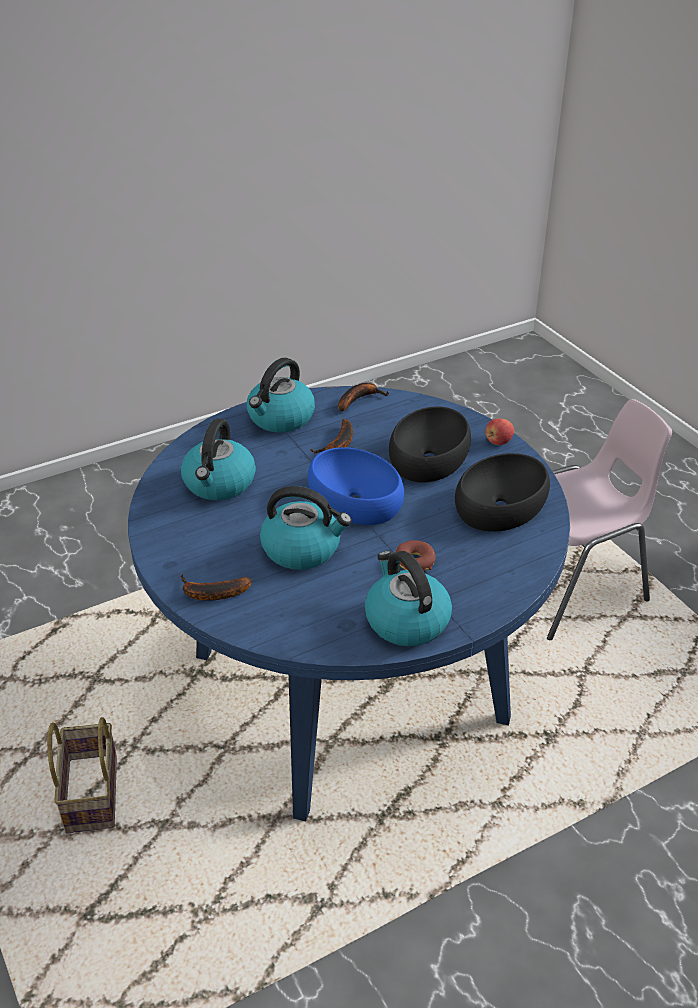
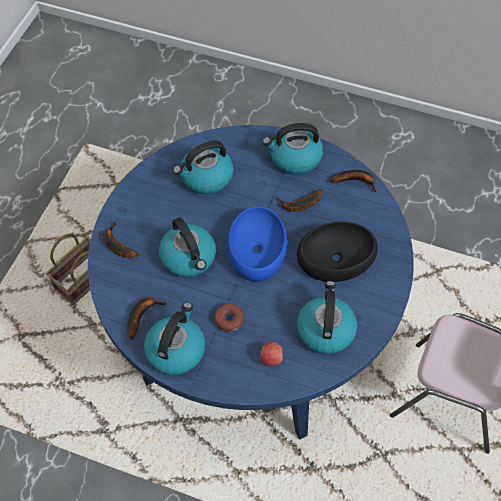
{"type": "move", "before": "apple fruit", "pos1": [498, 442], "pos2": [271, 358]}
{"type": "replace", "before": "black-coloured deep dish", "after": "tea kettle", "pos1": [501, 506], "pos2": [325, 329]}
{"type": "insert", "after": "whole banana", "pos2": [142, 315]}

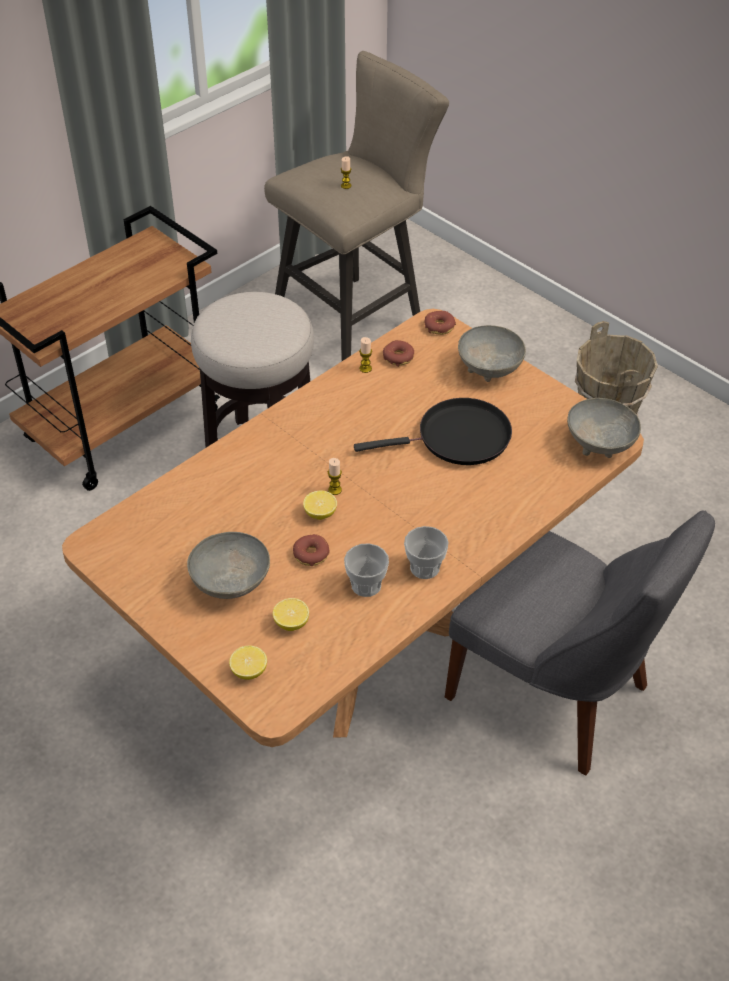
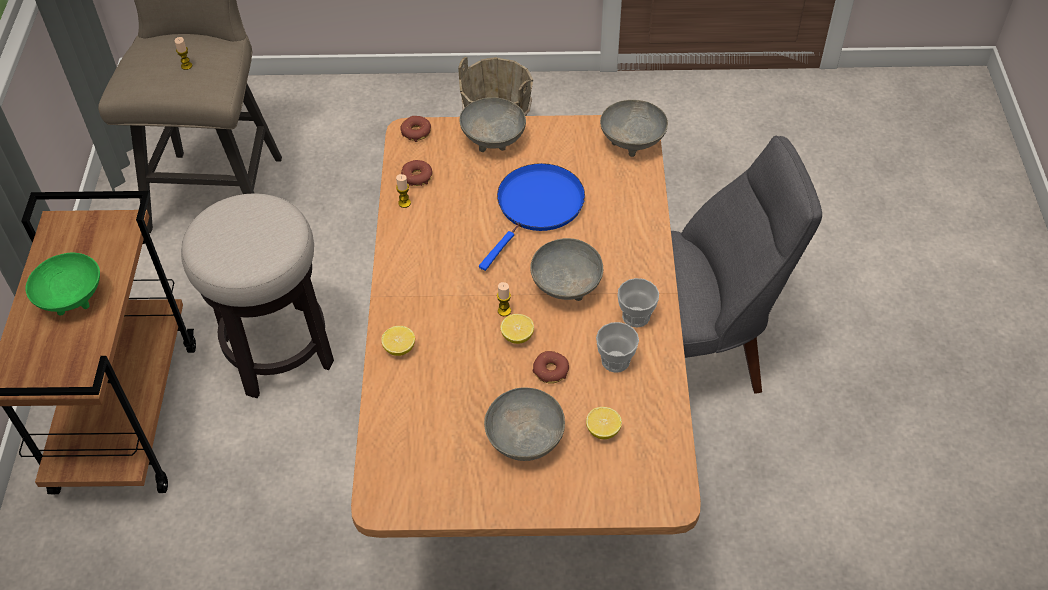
{"type": "recolor", "before": "black-coloured frying pan", "after": "bluish frying pan", "pos1": [457, 438], "pos2": [537, 207]}
{"type": "move", "before": "whole lemon", "pos1": [249, 671], "pos2": [399, 348]}
{"type": "insert", "after": "grey deep dish", "pos2": [565, 285]}
{"type": "insert", "after": "green-coloured deep dish", "pos2": [73, 298]}

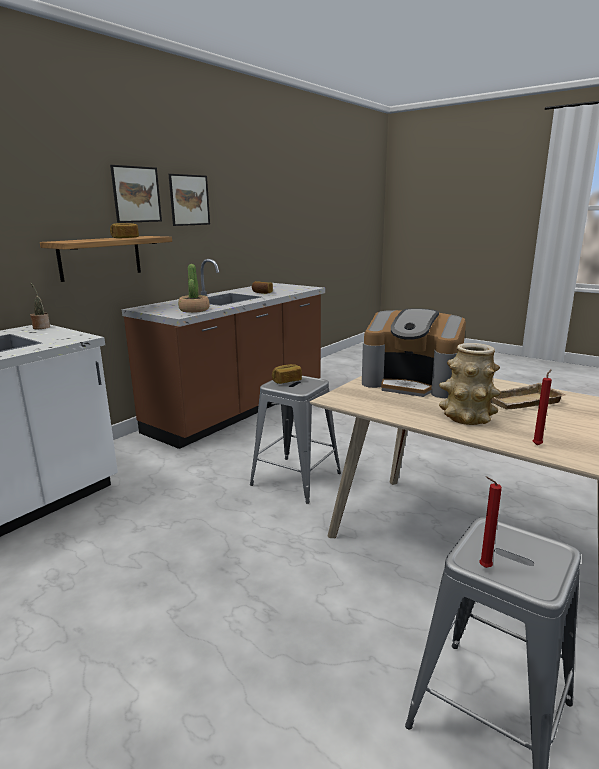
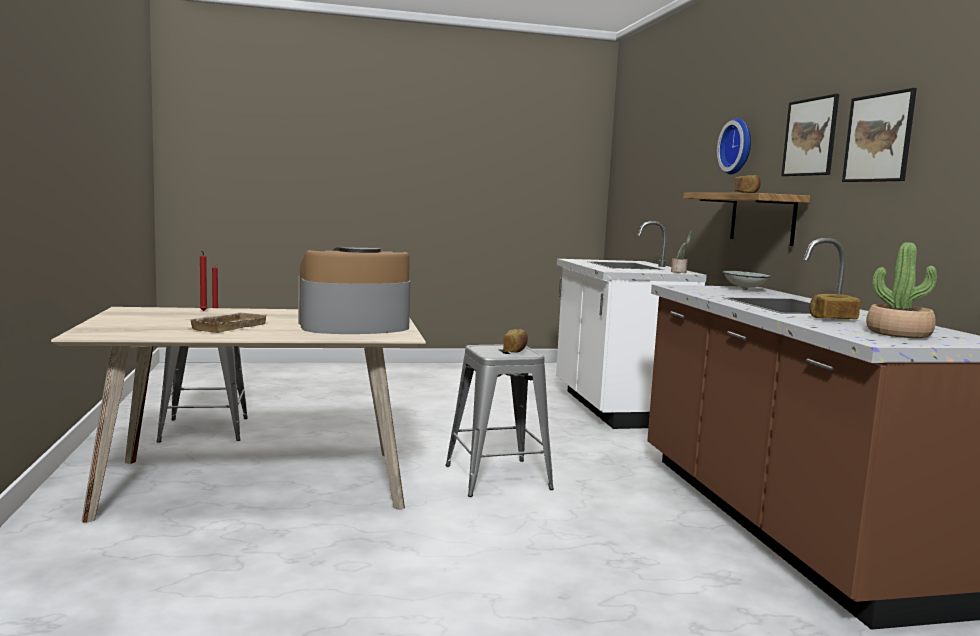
{"type": "move", "before": "houseplant", "pos1": [194, 310], "pos2": [898, 334]}
{"type": "delete", "before": "decorative vase", "pos1": [466, 417]}
{"type": "insert", "after": "wall clock", "pos2": [738, 146]}
{"type": "insert", "after": "deep dish", "pos2": [744, 289]}

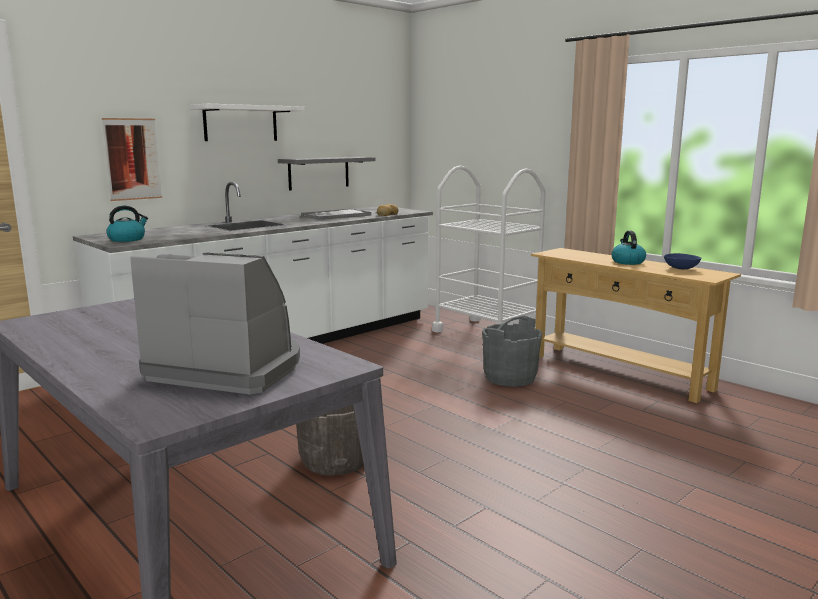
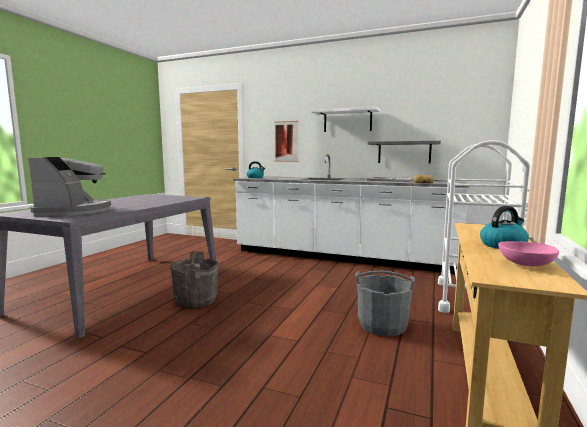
{"type": "recolor", "before": "bluish deep dish", "after": "pinkish deep dish", "pos1": [680, 269], "pos2": [525, 264]}

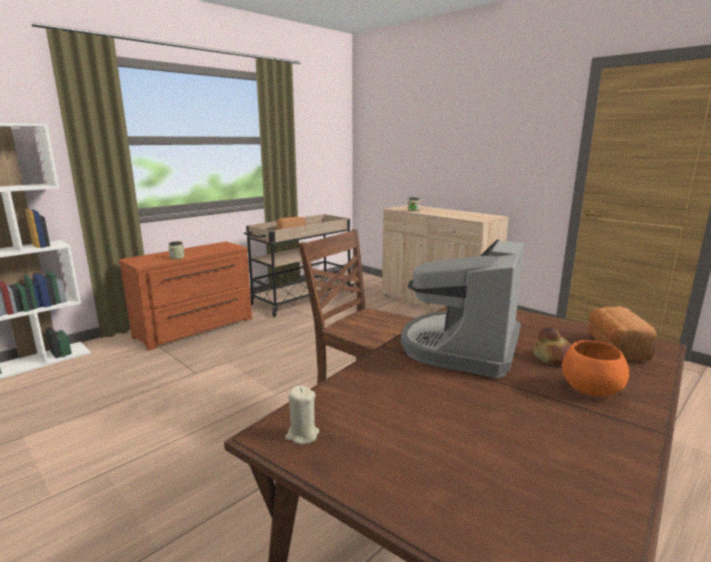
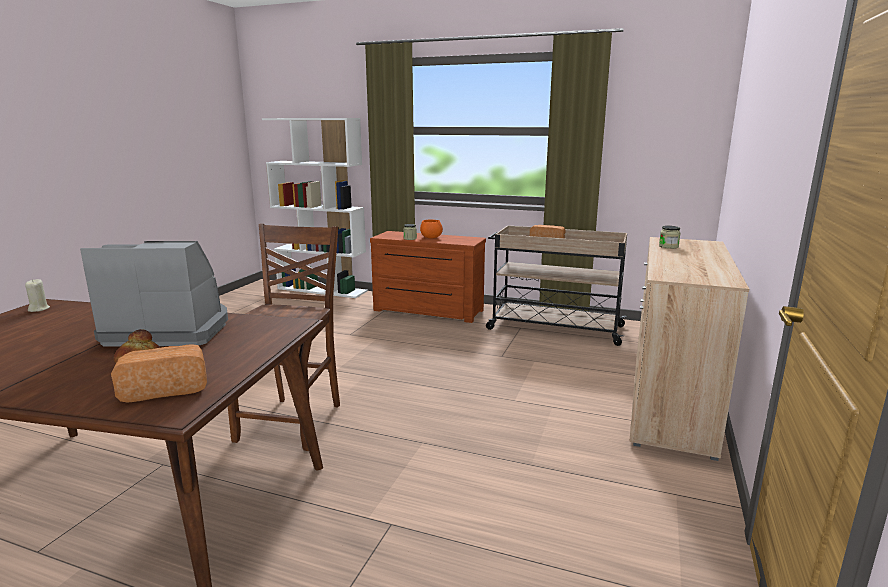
{"type": "move", "before": "orangey deep dish", "pos1": [590, 390], "pos2": [431, 237]}

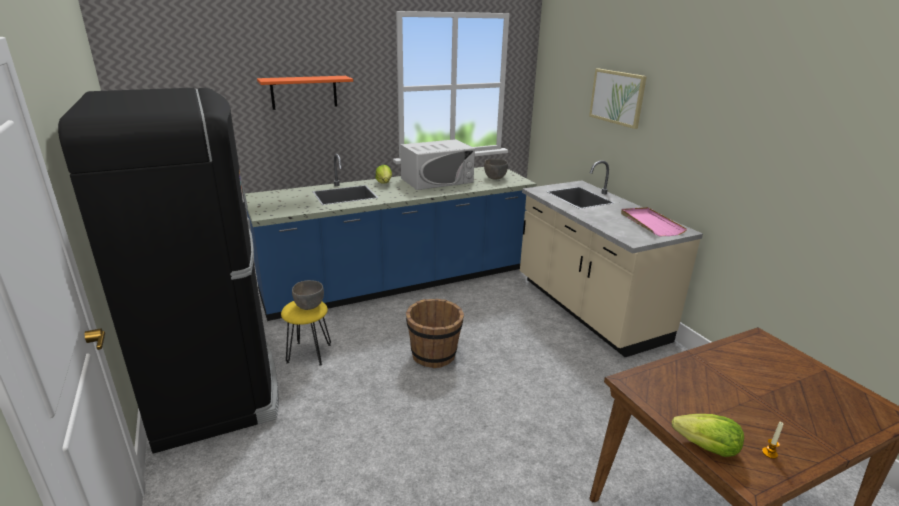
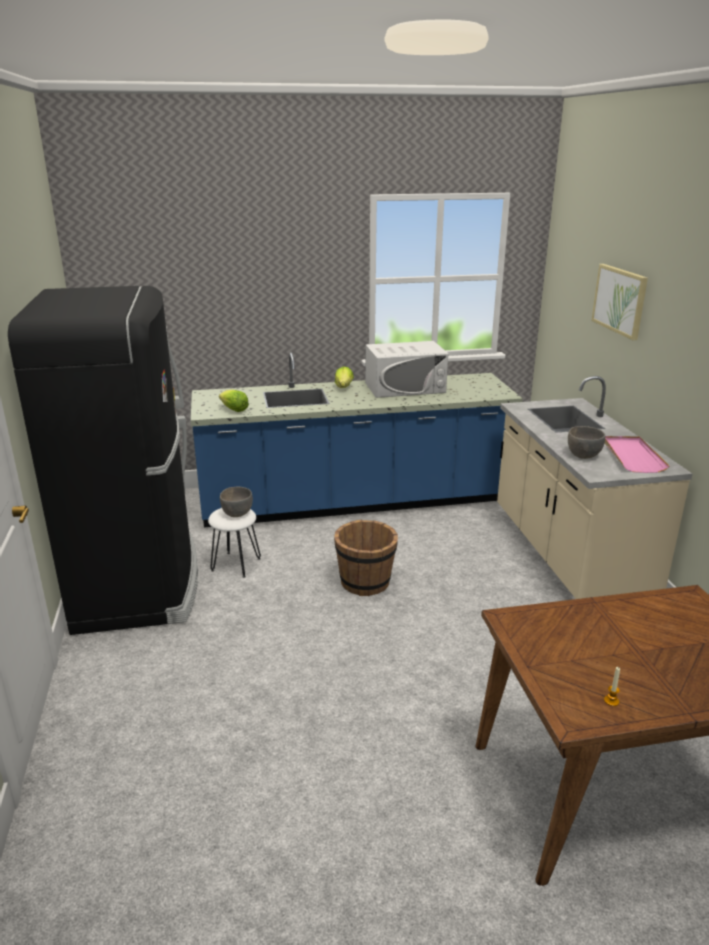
{"type": "delete", "before": "orangey shelf", "pos1": [304, 92]}
{"type": "move", "before": "grey deep dish", "pos1": [495, 178], "pos2": [583, 455]}
{"type": "recolor", "before": "yellow-coloured sitting stool", "after": "white-coloured sitting stool", "pos1": [309, 353], "pos2": [236, 564]}
{"type": "move", "before": "lettuce head", "pos1": [706, 448], "pos2": [234, 410]}

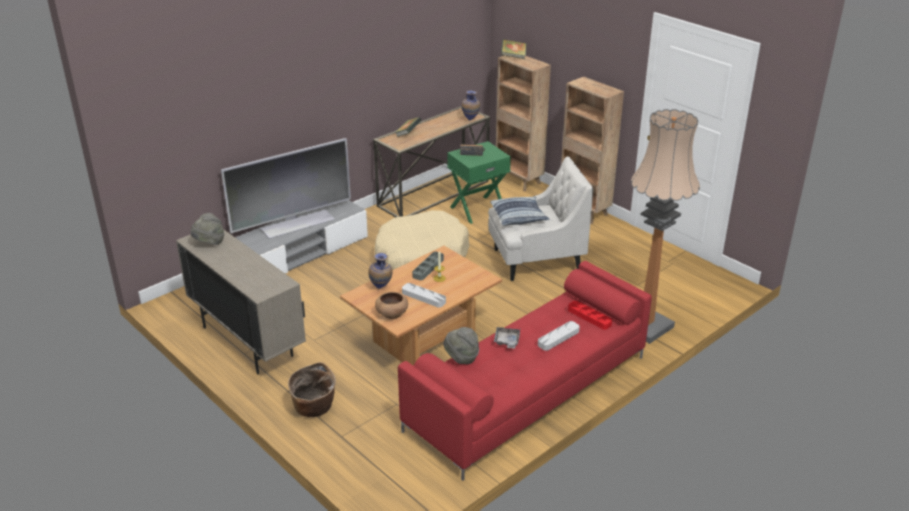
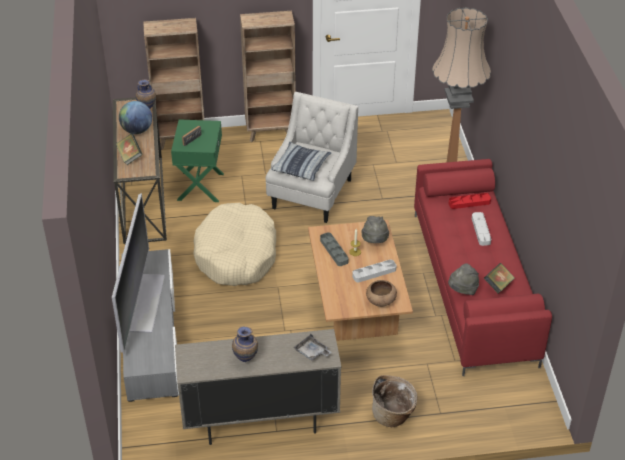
{"type": "move", "before": "volume", "pos1": [513, 57], "pos2": [498, 285]}
{"type": "move", "before": "grey wearable hat", "pos1": [209, 243], "pos2": [374, 241]}
{"type": "move", "before": "decorative vase", "pos1": [381, 287], "pos2": [246, 359]}
{"type": "move", "before": "grey carrying tray", "pos1": [507, 341], "pos2": [312, 352]}
{"type": "insert", "after": "desk globe", "pos2": [137, 130]}

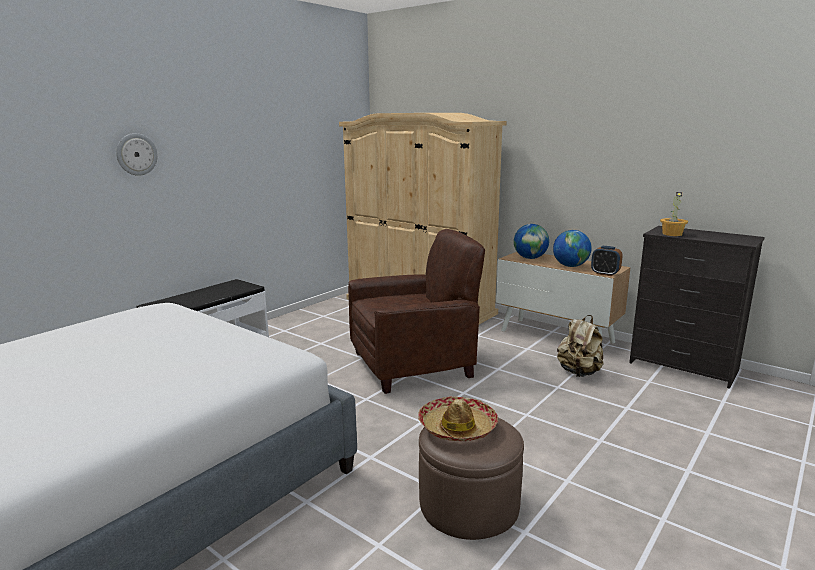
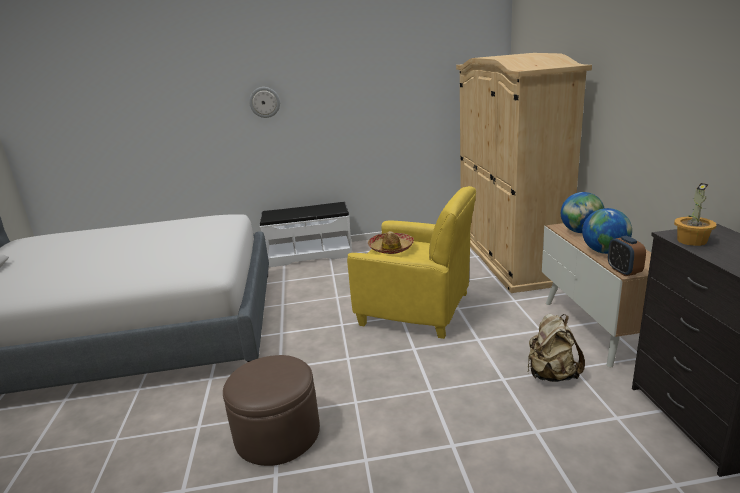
{"type": "recolor", "before": "brown lounge chair", "after": "yellow-coloured lounge chair", "pos1": [413, 364], "pos2": [417, 309]}
{"type": "move", "before": "wearable hat", "pos1": [457, 427], "pos2": [391, 248]}

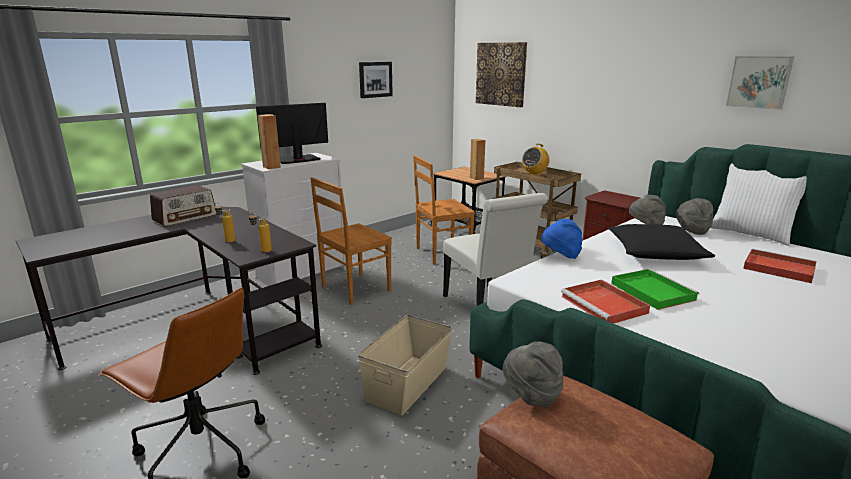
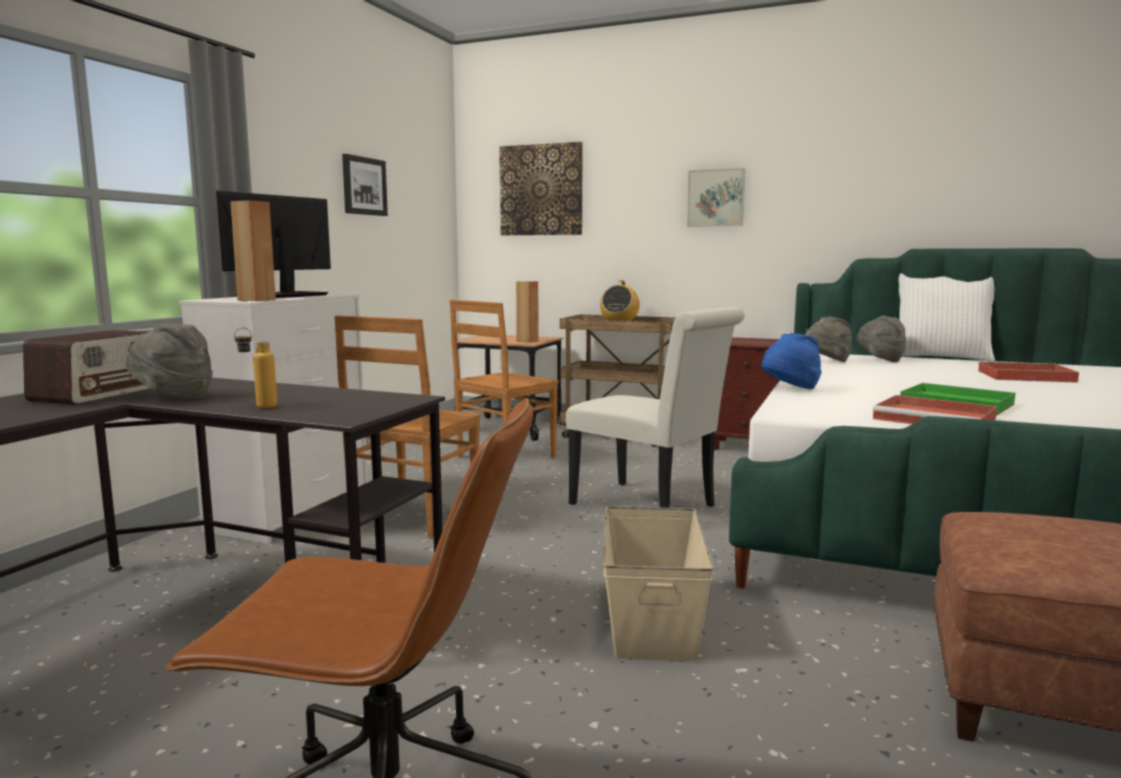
{"type": "move", "before": "wall art", "pos1": [759, 82], "pos2": [716, 198]}
{"type": "delete", "before": "beverage bottle", "pos1": [262, 251]}
{"type": "delete", "before": "black-coloured throw pillow", "pos1": [655, 252]}
{"type": "move", "before": "grey wearable hat", "pos1": [531, 395], "pos2": [173, 397]}

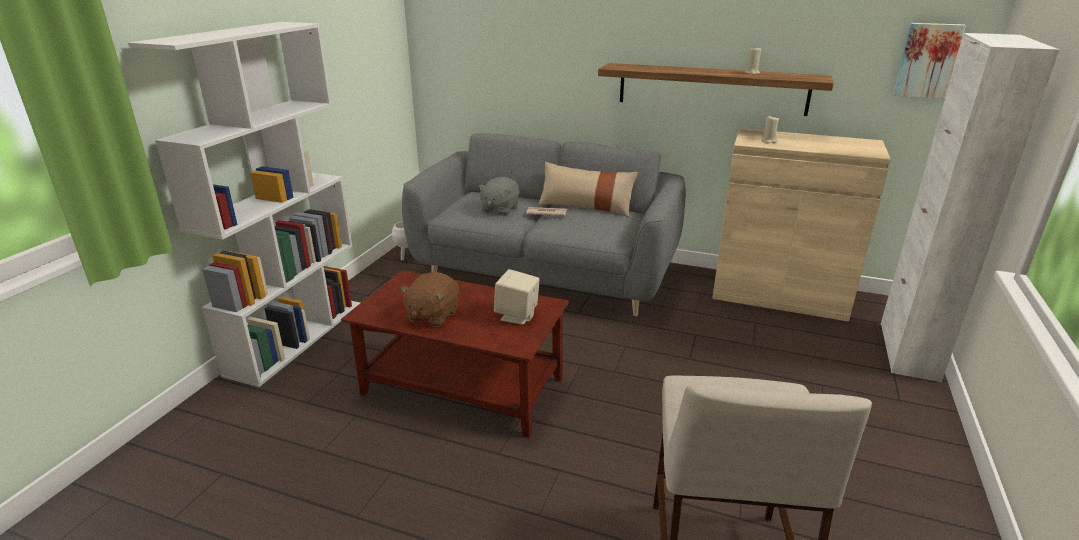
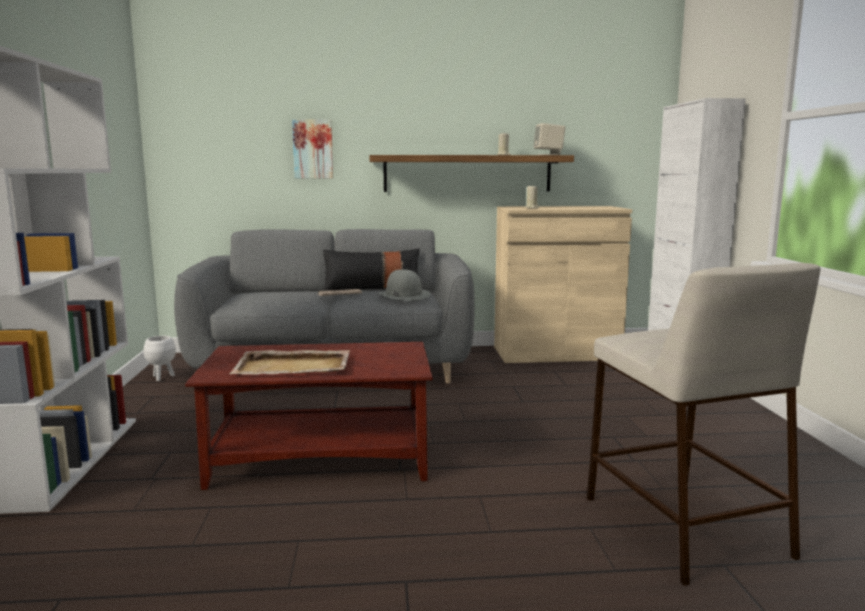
{"type": "move", "before": "wall art", "pos1": [927, 60], "pos2": [313, 149]}
{"type": "recolor", "before": "beige-coloured throw pillow", "after": "black-coloured throw pillow", "pos1": [586, 207], "pos2": [372, 289]}
{"type": "delete", "before": "grey soft toy", "pos1": [499, 209]}
{"type": "move", "before": "beige-coloured loudspeaker", "pos1": [517, 316], "pos2": [548, 155]}
{"type": "replace", "before": "brown soft toy", "after": "beige-coloured carrying tray", "pos1": [432, 315], "pos2": [294, 366]}
{"type": "insert", "after": "grey wearable hat", "pos2": [403, 295]}

